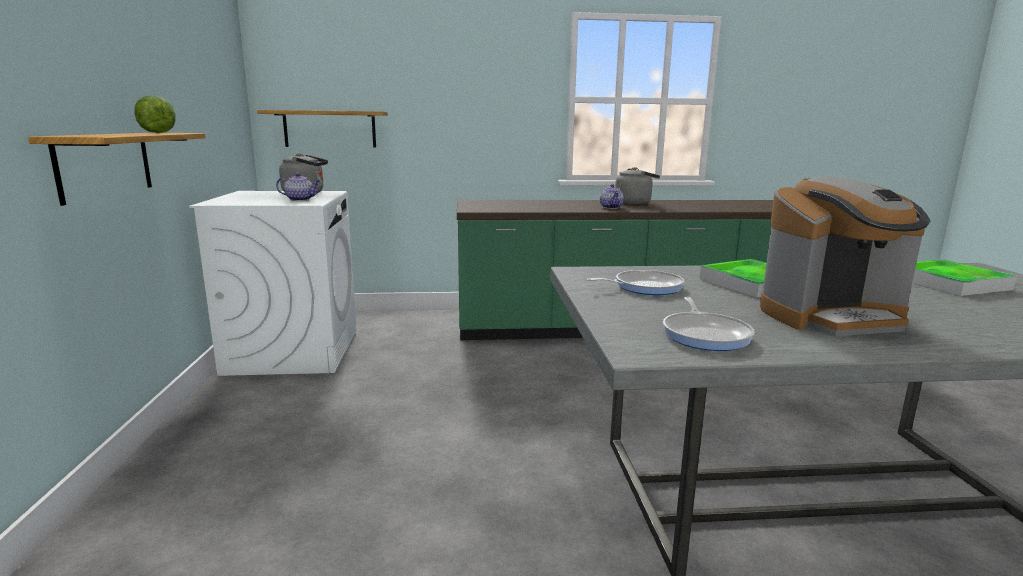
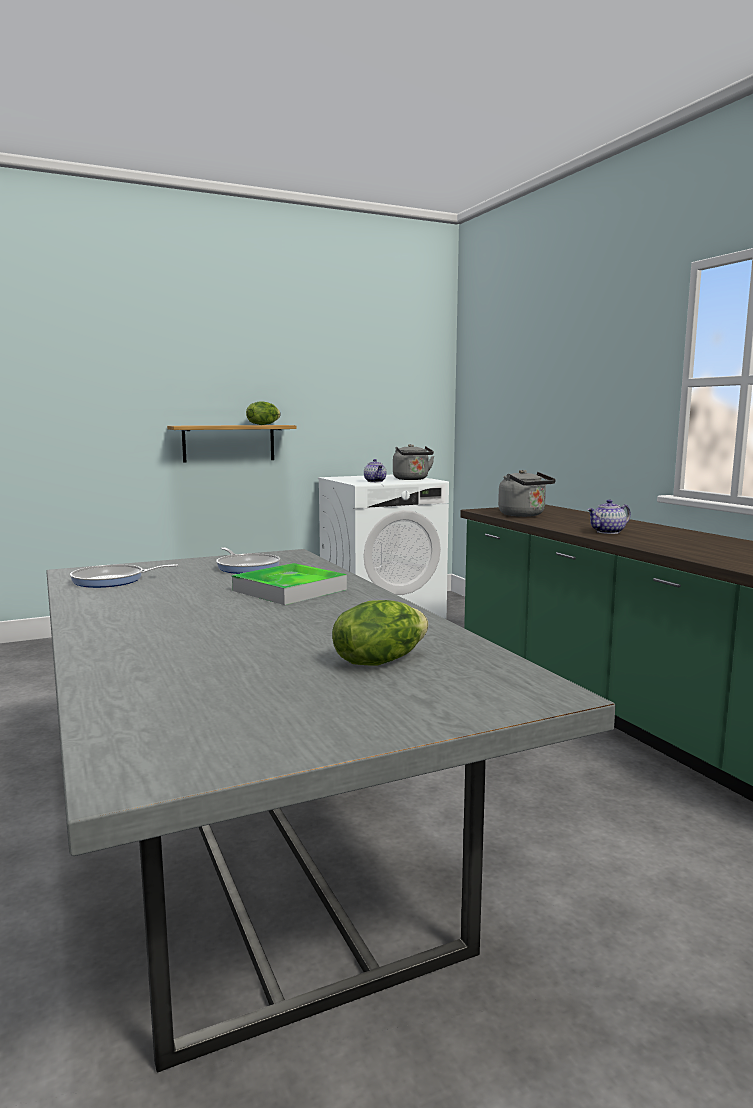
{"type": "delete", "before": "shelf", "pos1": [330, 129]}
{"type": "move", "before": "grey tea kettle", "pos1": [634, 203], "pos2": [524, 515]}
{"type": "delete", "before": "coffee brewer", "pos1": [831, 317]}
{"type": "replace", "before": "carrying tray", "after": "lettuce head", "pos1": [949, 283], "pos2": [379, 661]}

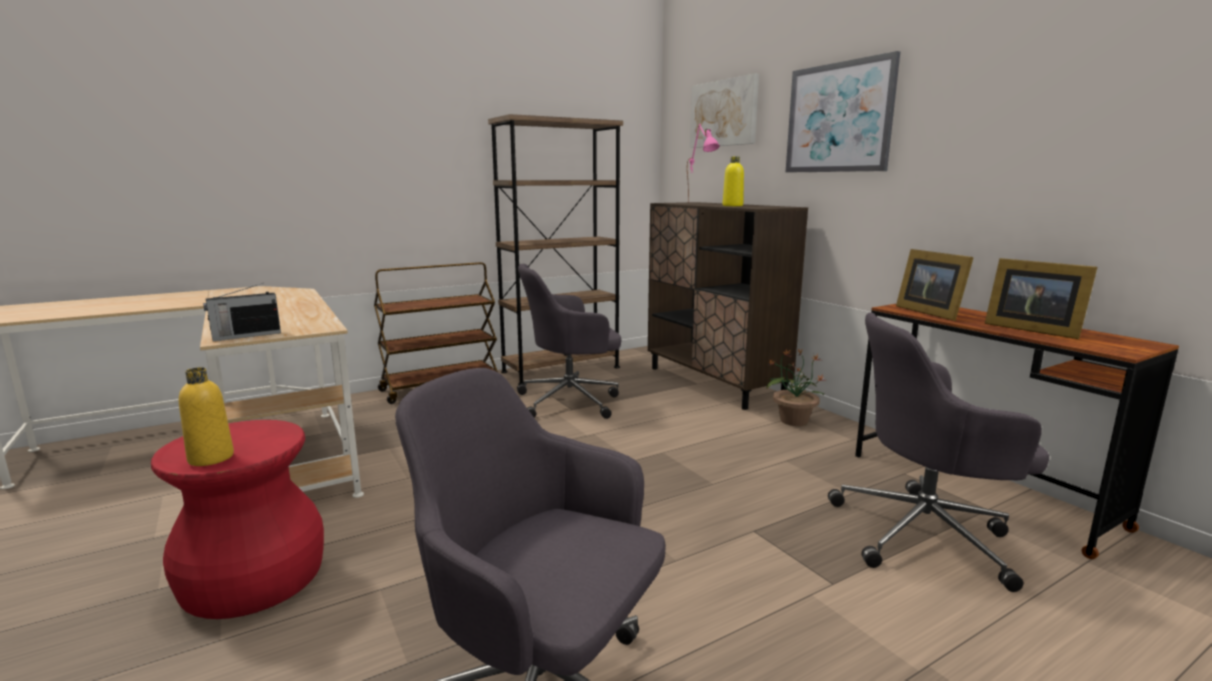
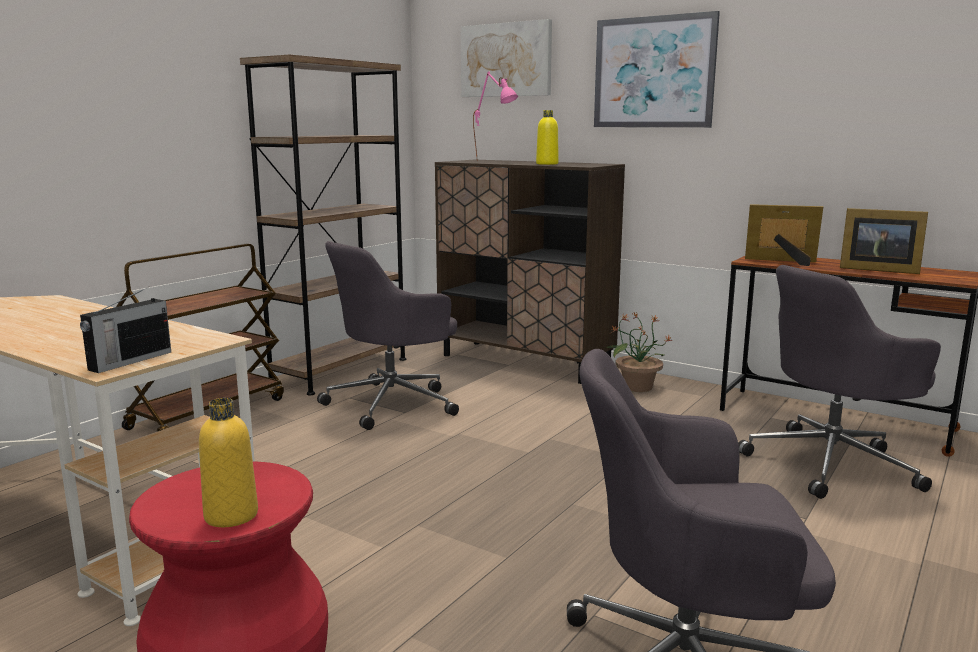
{"type": "rotate", "before": "picture frame", "pos1": [929, 312], "pos2": [783, 262], "turn": 150}

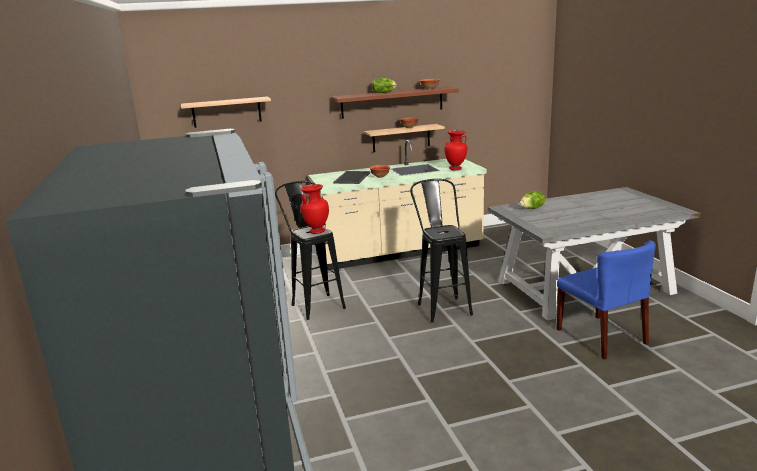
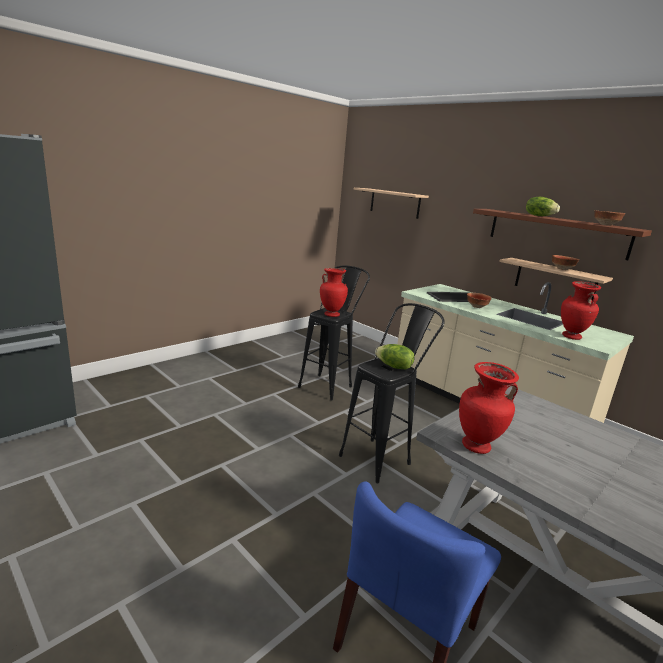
{"type": "move", "before": "lettuce head", "pos1": [532, 208], "pos2": [394, 366]}
{"type": "insert", "after": "red decorative vase", "pos2": [477, 447]}

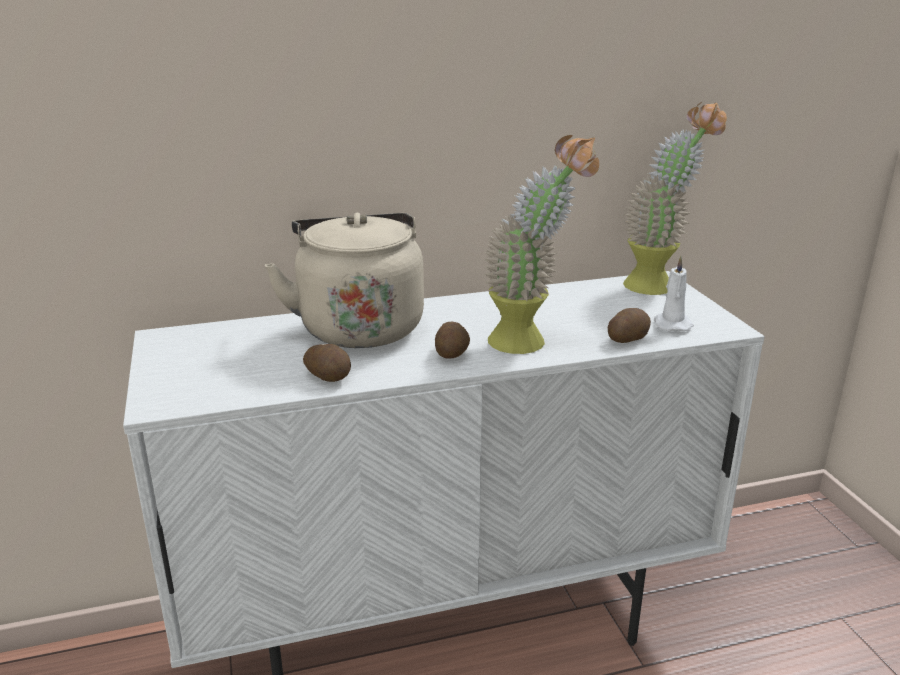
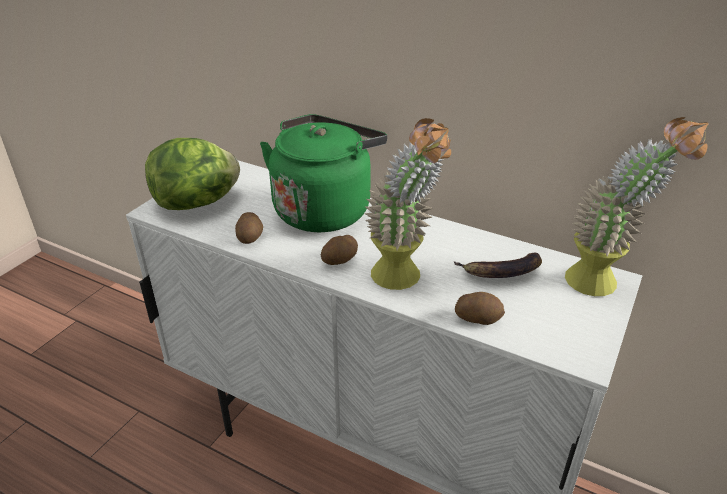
{"type": "recolor", "before": "beige-coloured tea kettle", "after": "green-coloured tea kettle", "pos1": [359, 326], "pos2": [324, 209]}
{"type": "delete", "before": "white-coloured wax light", "pos1": [671, 324]}
{"type": "insert", "after": "lettuce head", "pos2": [198, 203]}
{"type": "insert", "after": "whole banana", "pos2": [501, 272]}

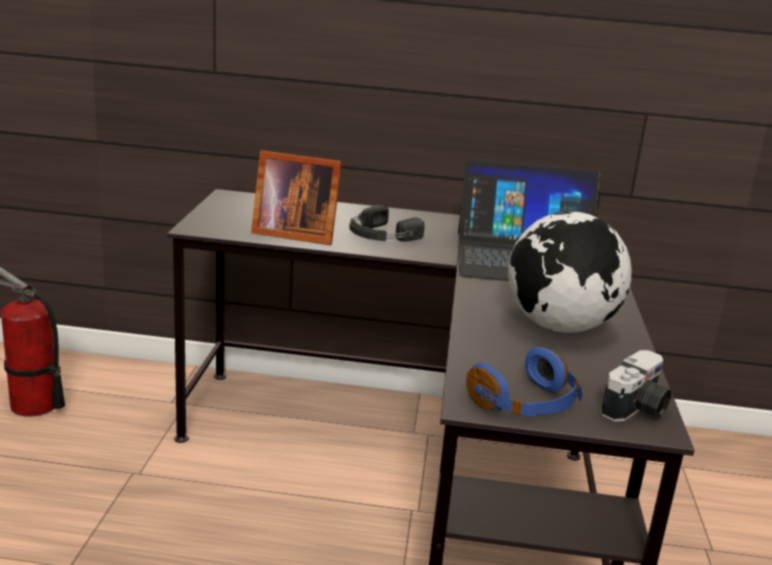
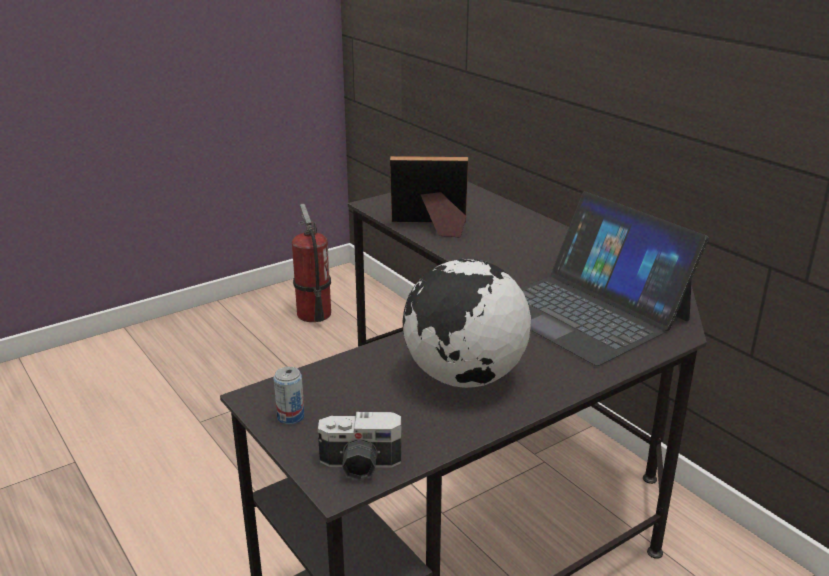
{"type": "rotate", "before": "picture frame", "pos1": [293, 233], "pos2": [431, 227], "turn": 120}
{"type": "delete", "before": "black-coloured headset", "pos1": [380, 235]}
{"type": "replace", "before": "bluish headset", "after": "metal can", "pos1": [527, 405], "pos2": [291, 417]}

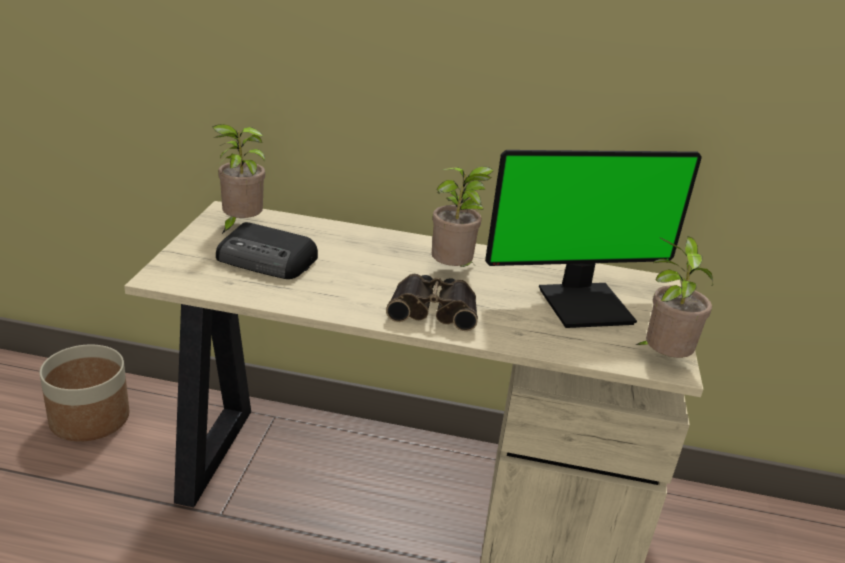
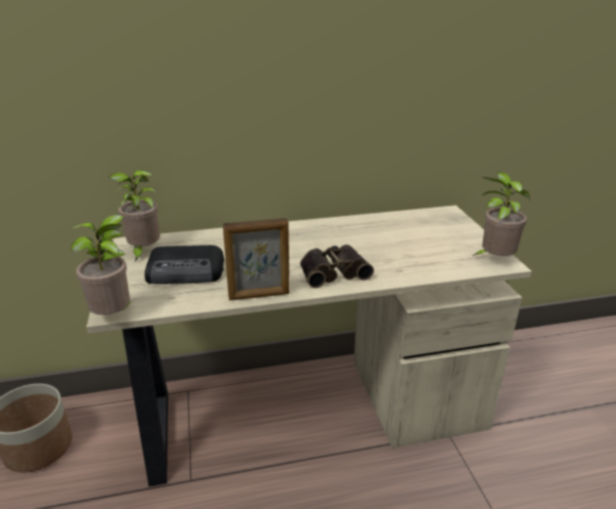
{"type": "delete", "before": "computer display", "pos1": [584, 304]}
{"type": "move", "before": "houseplant", "pos1": [453, 271], "pos2": [115, 316]}
{"type": "insert", "after": "picture frame", "pos2": [259, 295]}

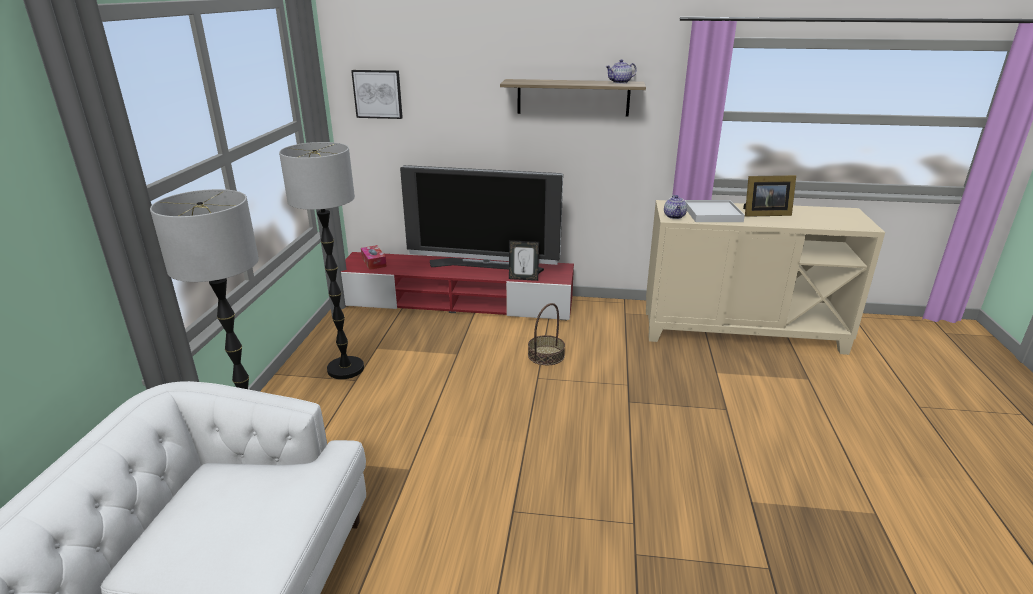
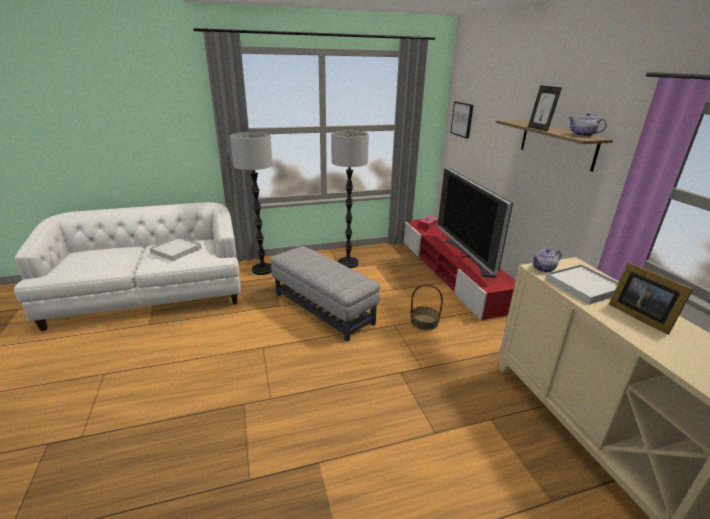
{"type": "move", "before": "picture frame", "pos1": [523, 278], "pos2": [539, 129]}
{"type": "insert", "after": "white-coloured carrying tray", "pos2": [176, 250]}
{"type": "insert", "after": "grey footrest", "pos2": [323, 308]}

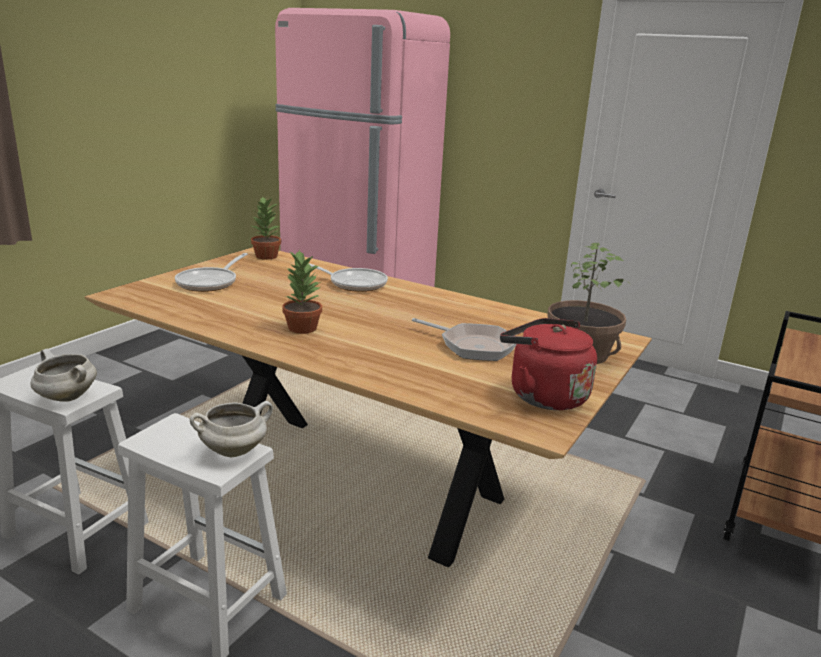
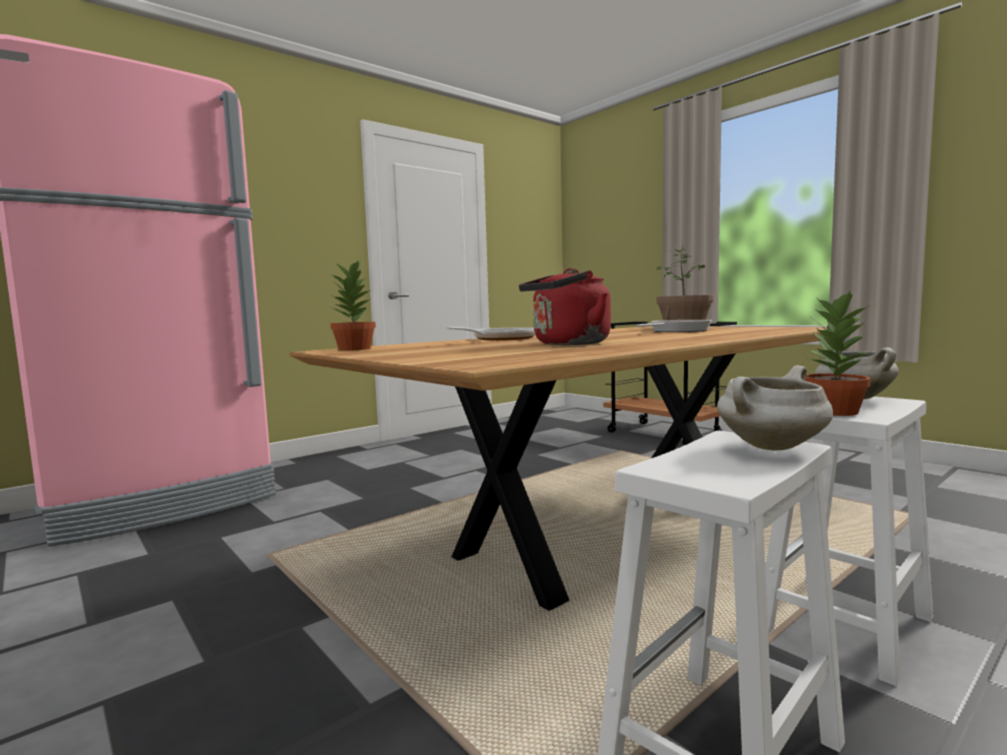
{"type": "move", "before": "houseplant", "pos1": [302, 328], "pos2": [833, 412]}
{"type": "delete", "before": "frying pan", "pos1": [210, 282]}
{"type": "move", "before": "red tea kettle", "pos1": [543, 395], "pos2": [567, 344]}

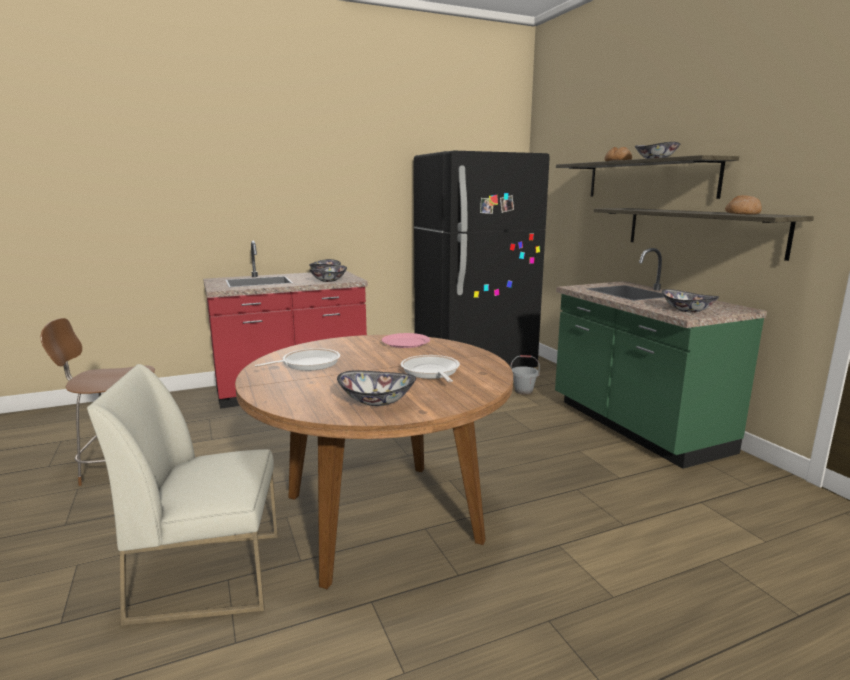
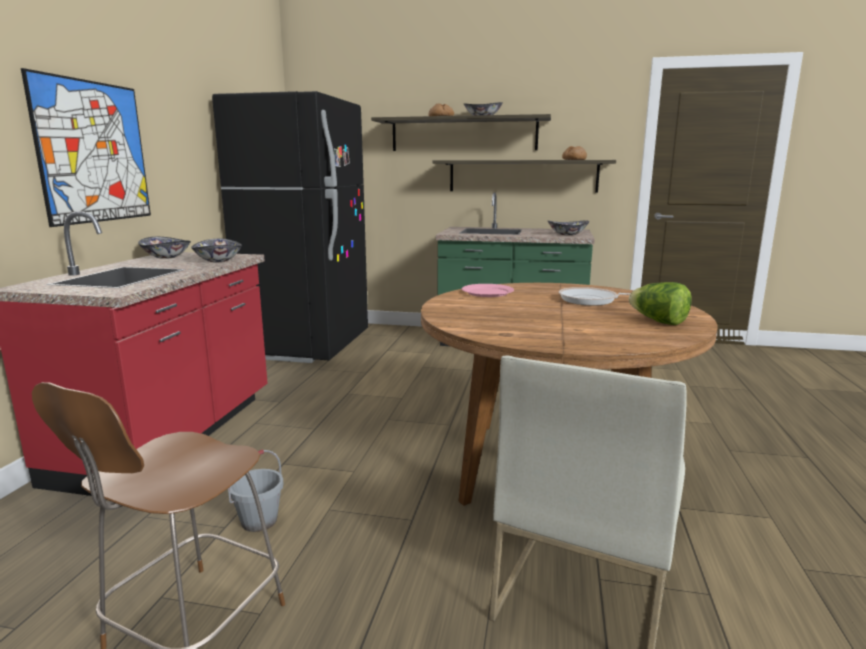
{"type": "delete", "before": "frying pan", "pos1": [307, 364]}
{"type": "move", "before": "grey bucket", "pos1": [523, 391], "pos2": [259, 521]}
{"type": "replace", "before": "deep dish", "after": "lettuce head", "pos1": [376, 402], "pos2": [658, 321]}
{"type": "insert", "after": "wall art", "pos2": [94, 152]}

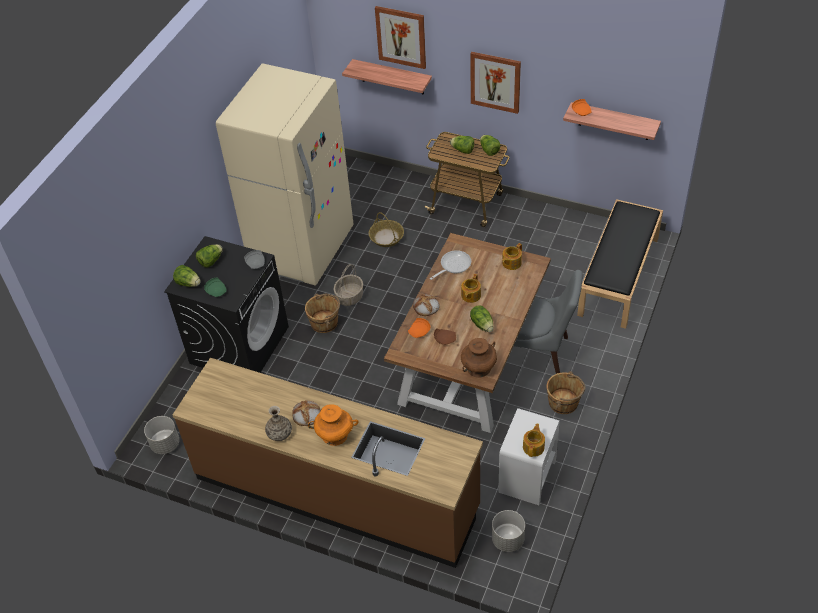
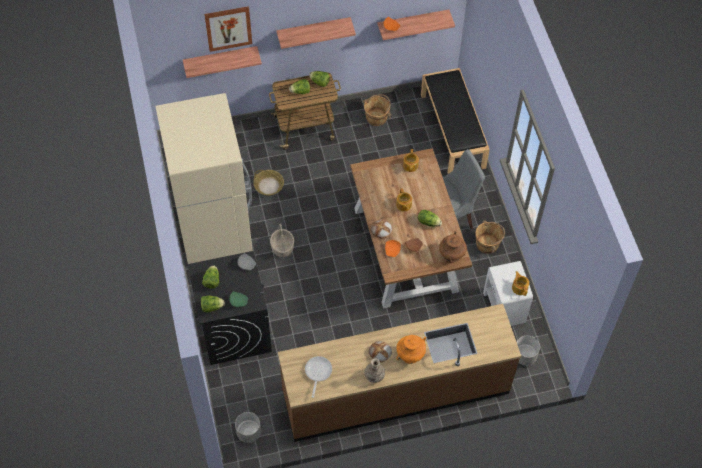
{"type": "replace", "before": "wall art", "after": "shelf", "pos1": [495, 82], "pos2": [313, 30]}
{"type": "move", "before": "frying pan", "pos1": [453, 265], "pos2": [317, 373]}
{"type": "move", "before": "brown bucket", "pos1": [325, 322], "pos2": [377, 117]}

